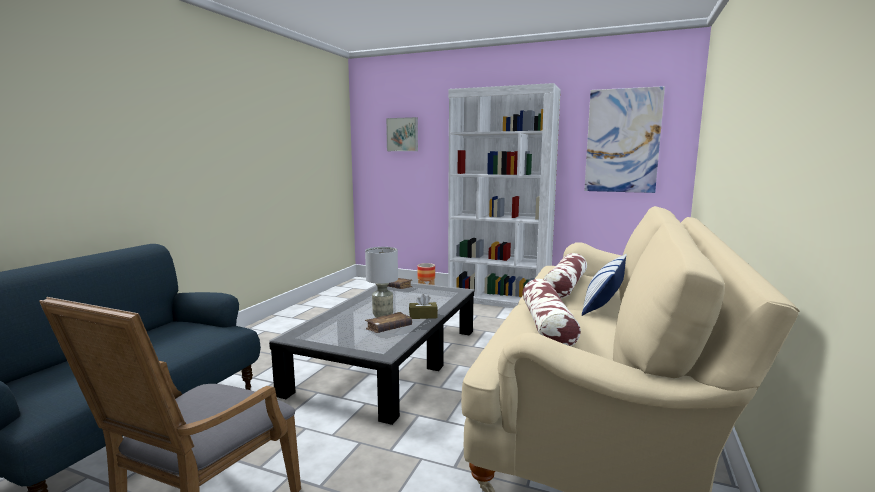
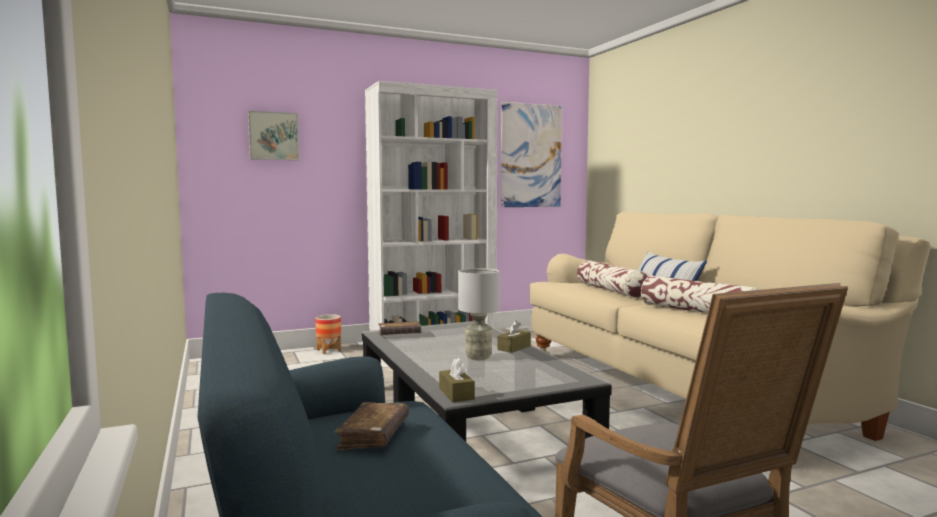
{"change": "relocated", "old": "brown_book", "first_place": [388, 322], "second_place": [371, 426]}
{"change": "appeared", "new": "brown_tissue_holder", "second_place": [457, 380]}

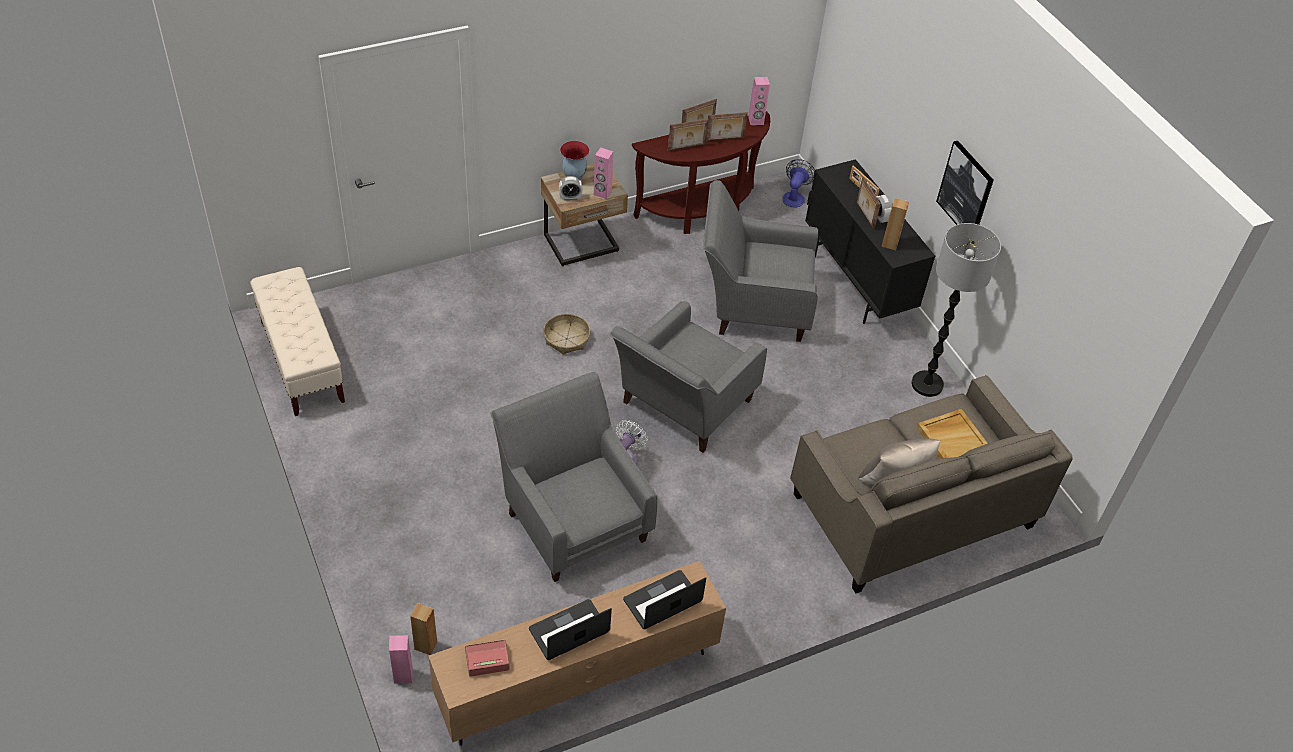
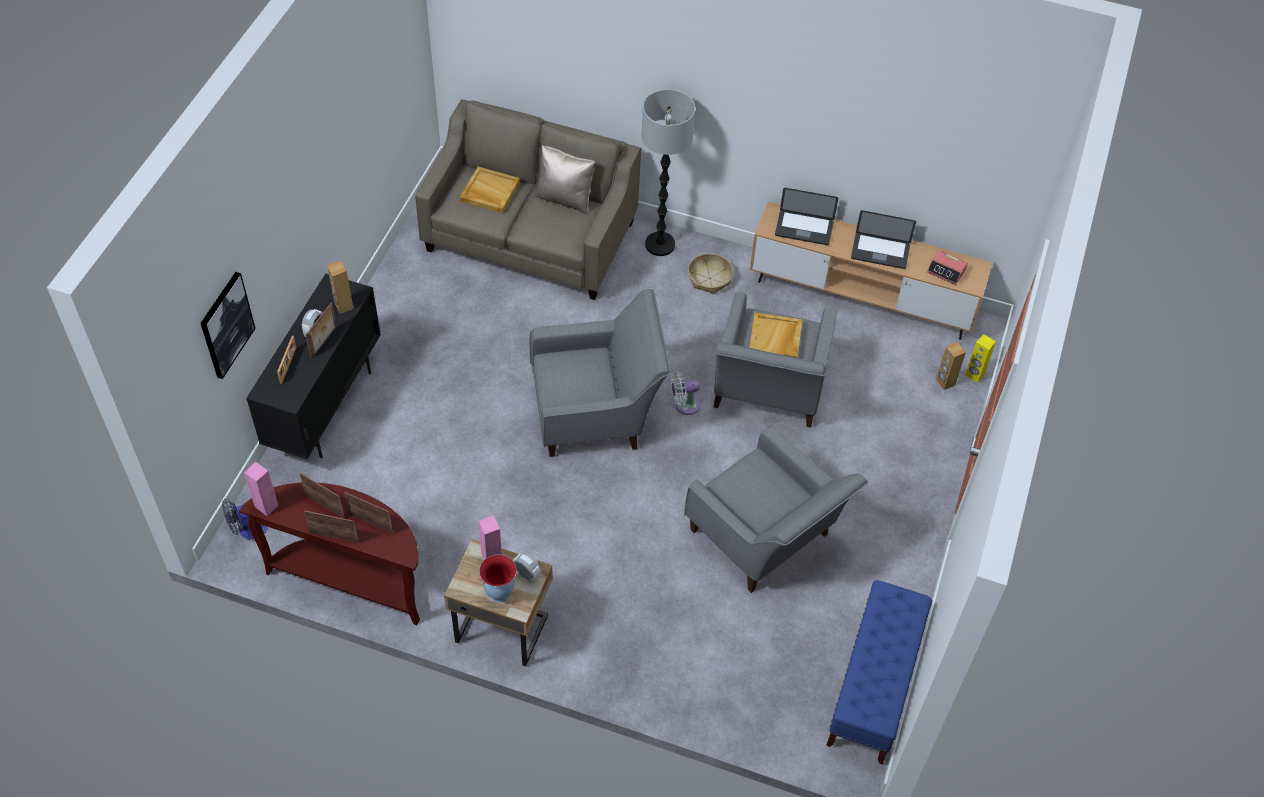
{"change": "colour", "old": "beige_indoor_bench", "new": "bluish_indoor_bench", "first_place": [297, 341], "second_place": [879, 672]}
{"change": "colour", "old": "pink-coloured_audio_speaker", "new": "yellowish_audio_speaker", "first_place": [401, 659], "second_place": [980, 358]}
{"change": "relocated", "old": "storage_basket", "first_place": [567, 334], "second_place": [710, 273]}
{"change": "relocated", "old": "grey_armchair", "first_place": [760, 261], "second_place": [776, 509]}
{"change": "relocated", "old": "standard_lamp", "first_place": [956, 310], "second_place": [668, 172]}
{"change": "relocated", "old": "wall_art", "first_place": [965, 183], "second_place": [228, 325]}
{"change": "appeared", "new": "beige_tray", "second_place": [775, 335]}

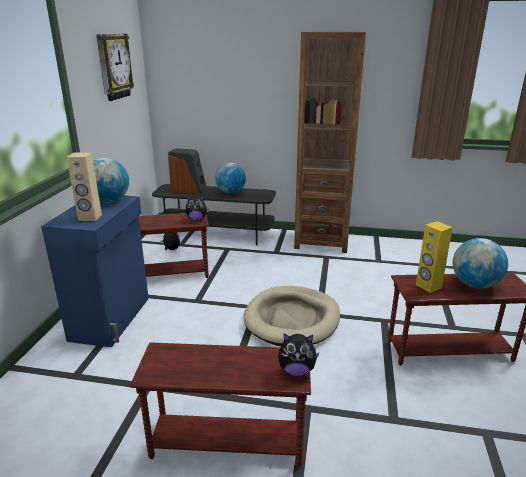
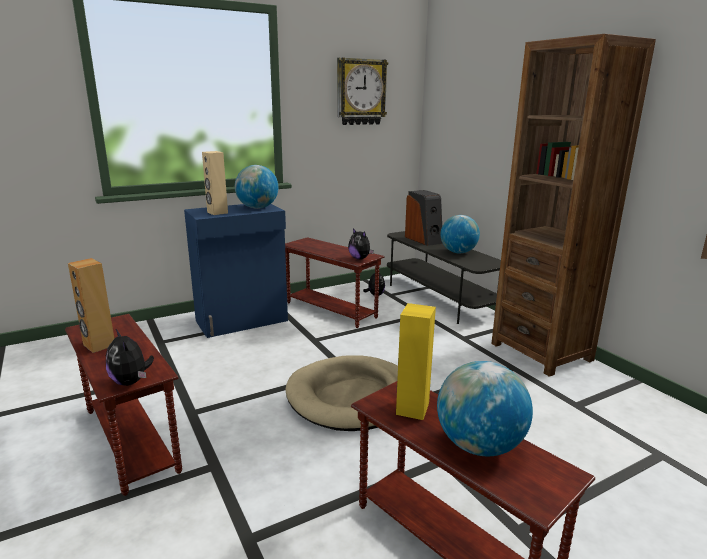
{"change": "appeared", "new": "brown_audio_speaker", "second_place": [91, 305]}

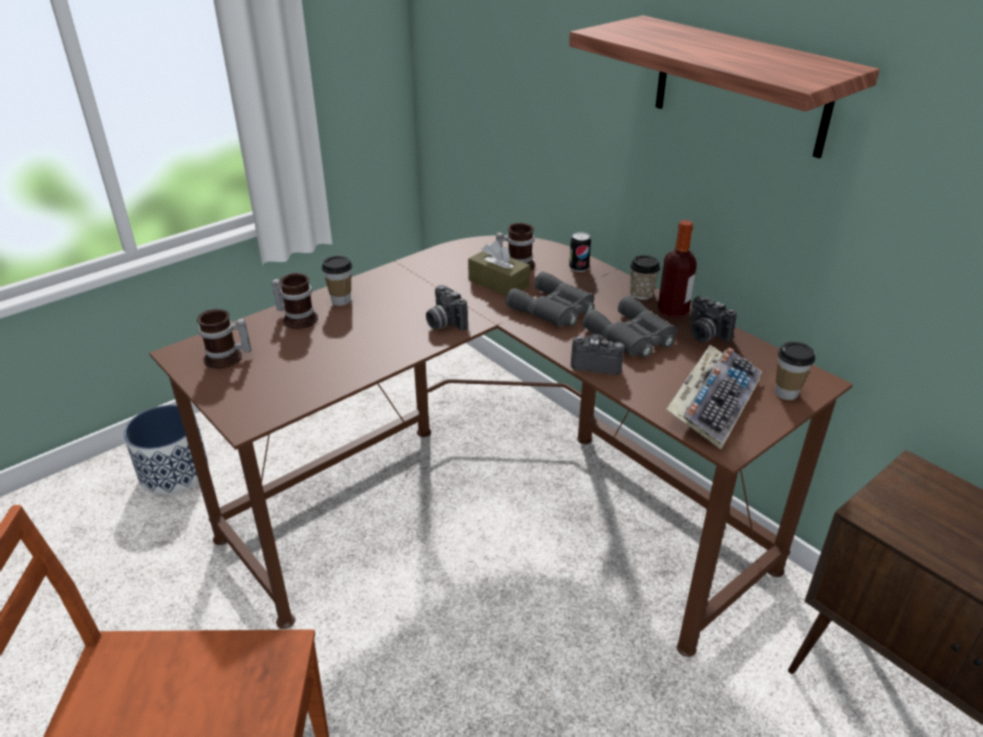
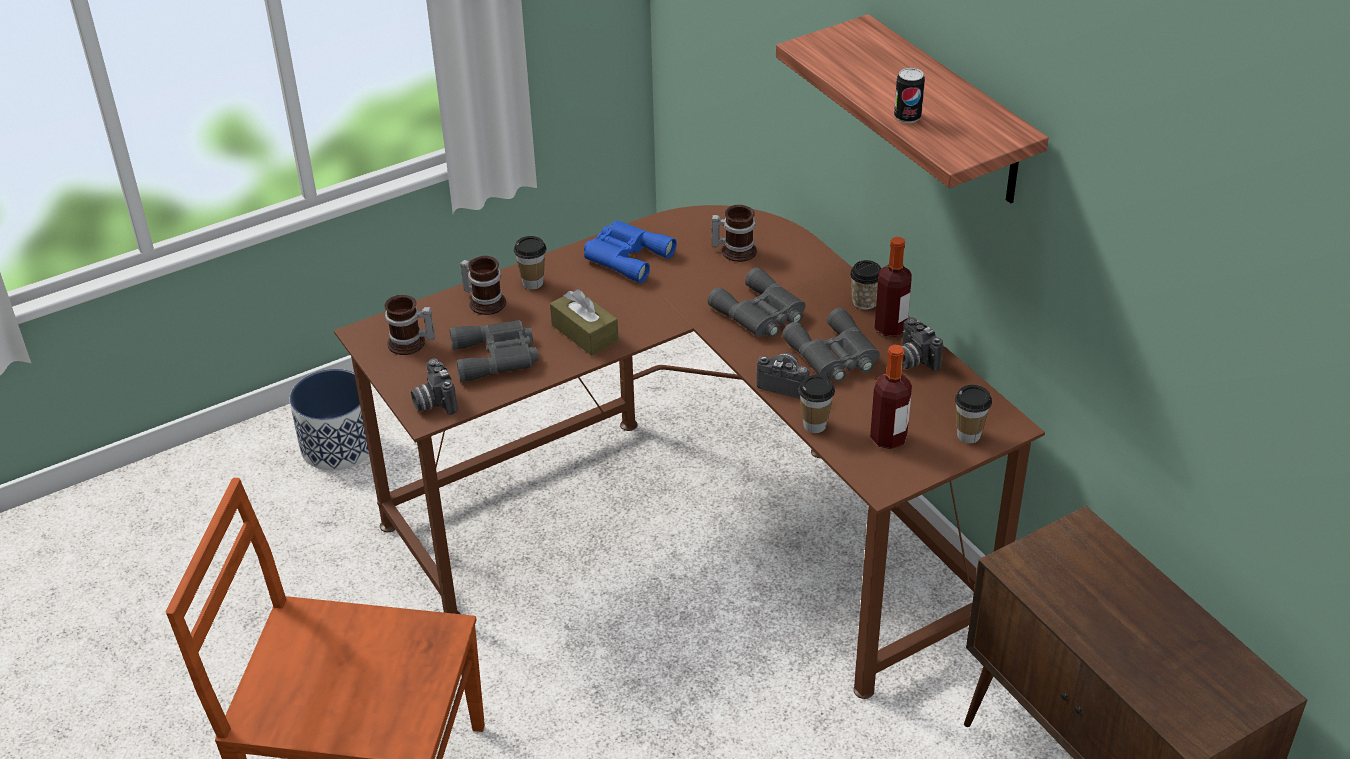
{"change": "relocated", "old": "still_camera", "first_place": [447, 308], "second_place": [434, 386]}
{"change": "relocated", "old": "brown_tissue_holder", "first_place": [499, 268], "second_place": [584, 322]}
{"change": "relocated", "old": "metal_can", "first_place": [580, 252], "second_place": [909, 95]}
{"change": "exchanged", "old": "PC_keyboard", "new": "drink_bottle", "first_place": [714, 397], "second_place": [891, 396]}
{"change": "appeared", "new": "grey_binoculars", "second_place": [494, 351]}
{"change": "appeared", "new": "bluish_binoculars", "second_place": [630, 252]}
{"change": "appeared", "new": "cup", "second_place": [816, 404]}

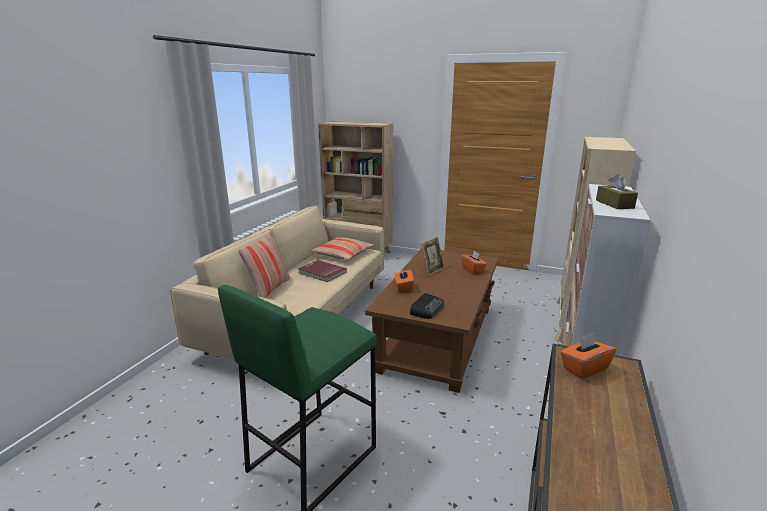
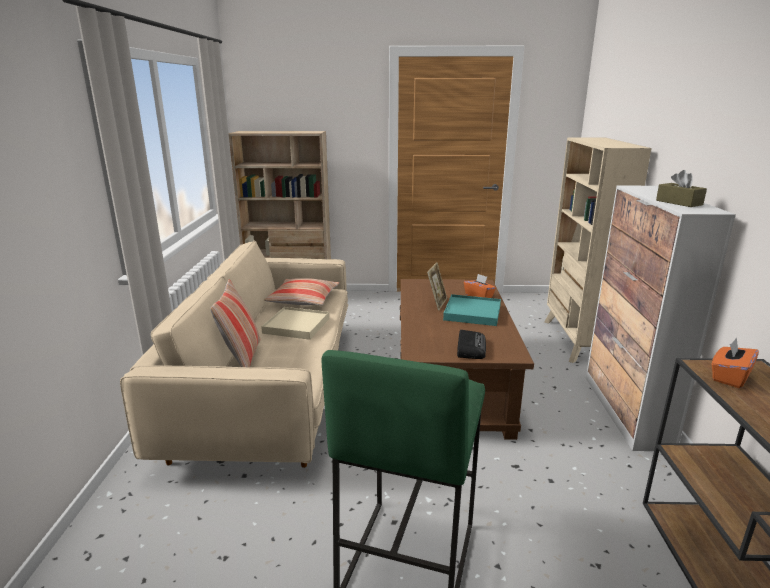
{"change": "exchanged", "old": "red_book", "new": "beige_tray", "first_place": [322, 271], "second_place": [295, 323]}
{"change": "missing", "old": "orange-coloured_tissue_holder", "first_place": [404, 279]}
{"change": "appeared", "new": "turquoise_tray", "second_place": [472, 310]}

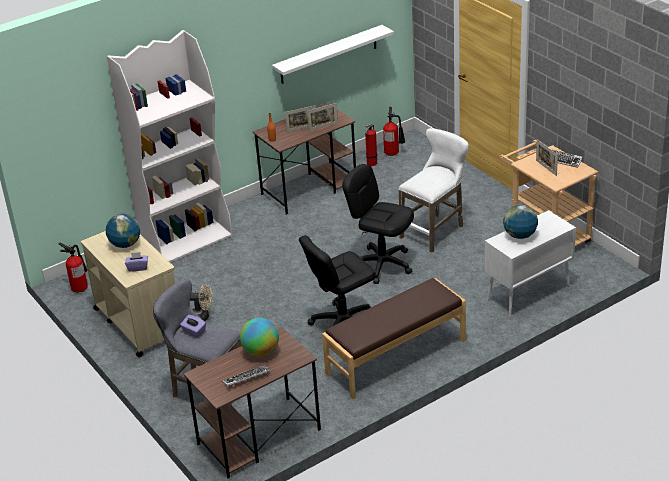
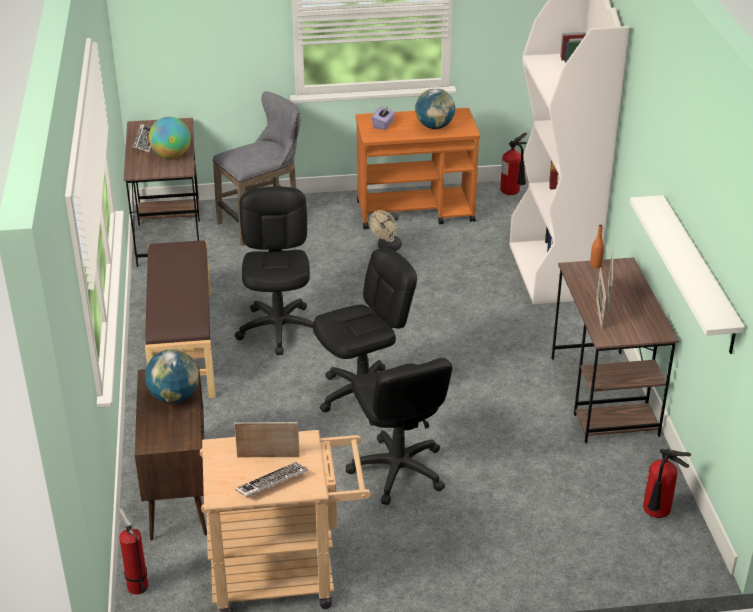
{"change": "colour", "old": "beige_wheeled_cart", "new": "orange-coloured_wheeled_cart", "first_place": [128, 294], "second_place": [418, 168]}
{"change": "missing", "old": "purple_tissue_holder", "first_place": [193, 326]}
{"change": "relocated", "old": "extinguisher", "first_place": [371, 145], "second_place": [133, 551]}
{"change": "exchanged", "old": "whitish_sitting_stool", "new": "black_desk_chair", "first_place": [433, 190], "second_place": [399, 431]}
{"change": "colour", "old": "whitish_cabinet", "new": "brown_cabinet", "first_place": [530, 263], "second_place": [171, 453]}

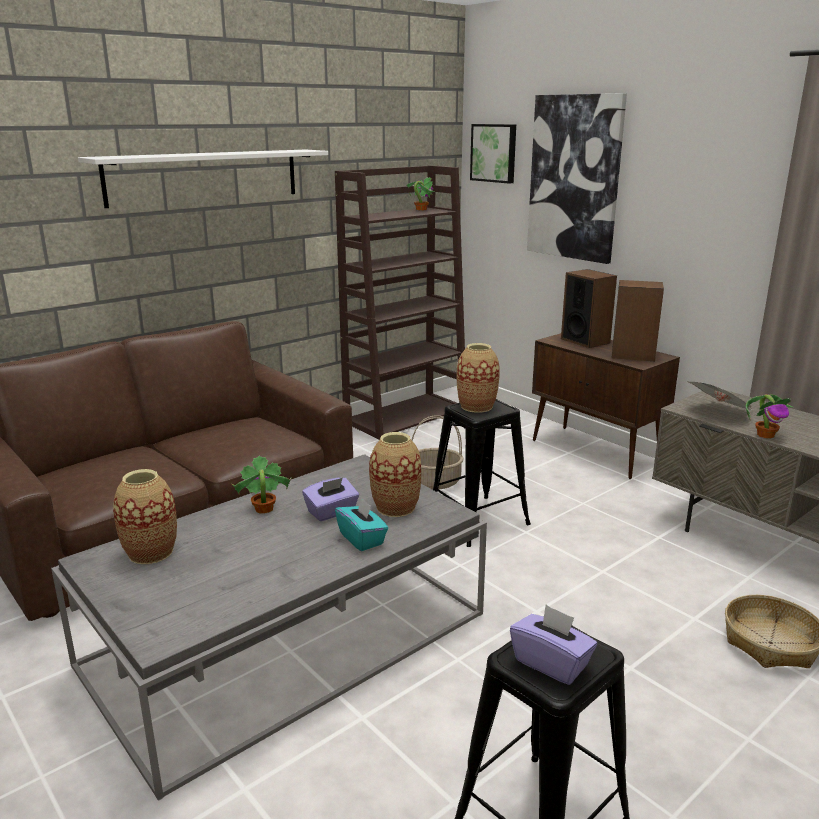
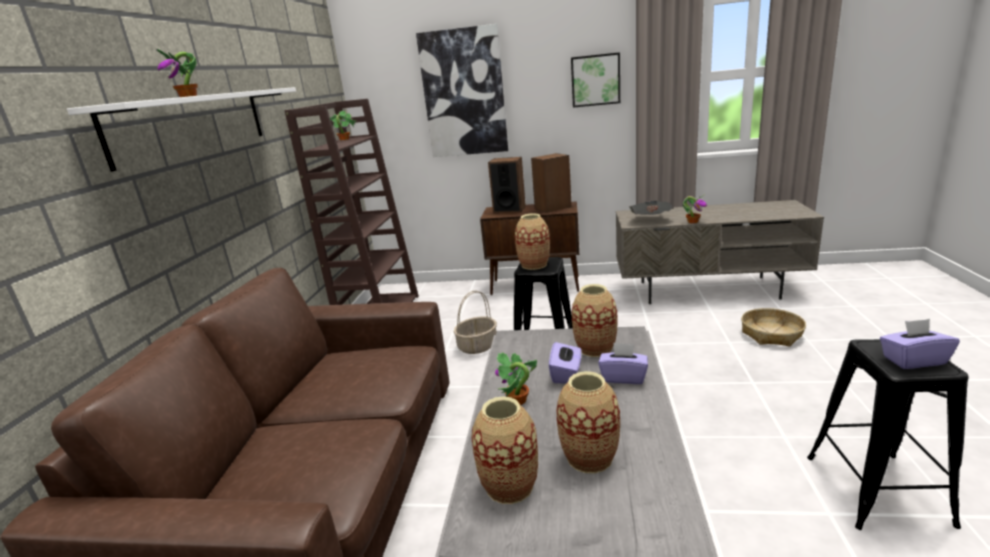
{"change": "colour", "old": "turquoise_tissue_holder", "new": "purple_tissue_holder", "first_place": [361, 524], "second_place": [623, 363]}
{"change": "relocated", "old": "wall_art", "first_place": [493, 154], "second_place": [595, 80]}
{"change": "appeared", "new": "potted_plant", "second_place": [176, 72]}
{"change": "appeared", "new": "flower_vase", "second_place": [588, 422]}

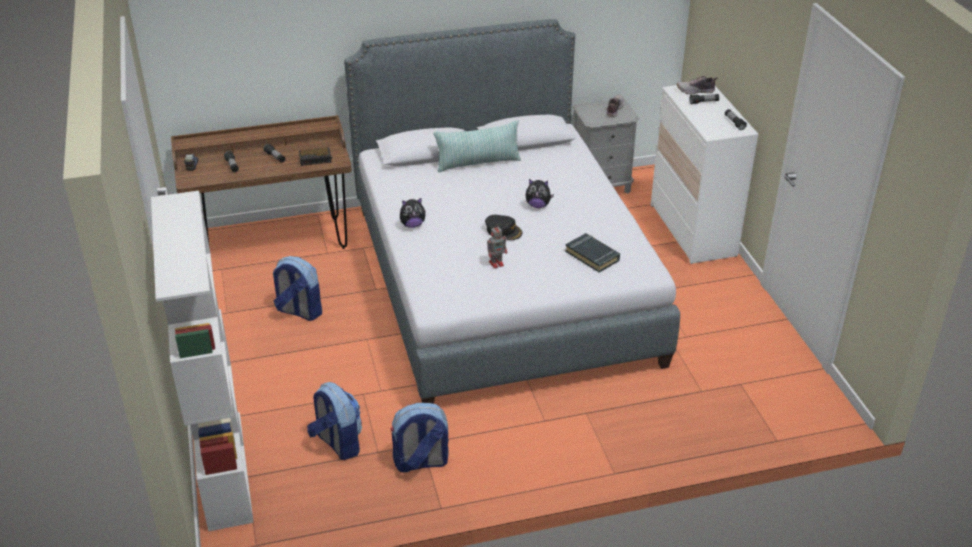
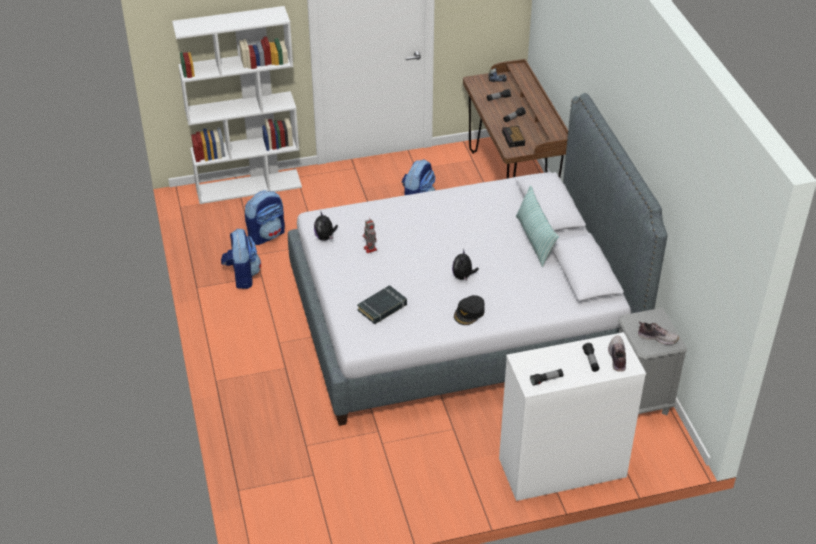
{"change": "relocated", "old": "plush_toy", "first_place": [413, 213], "second_place": [326, 225]}
{"change": "relocated", "old": "black_peaked_cap", "first_place": [503, 227], "second_place": [469, 310]}

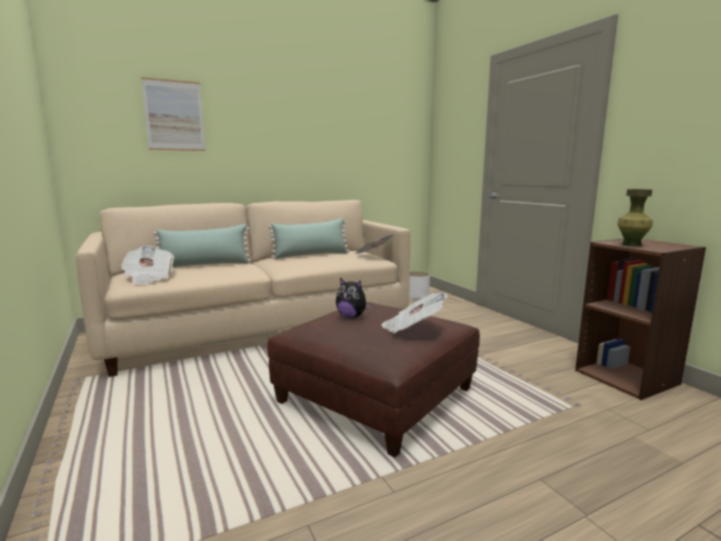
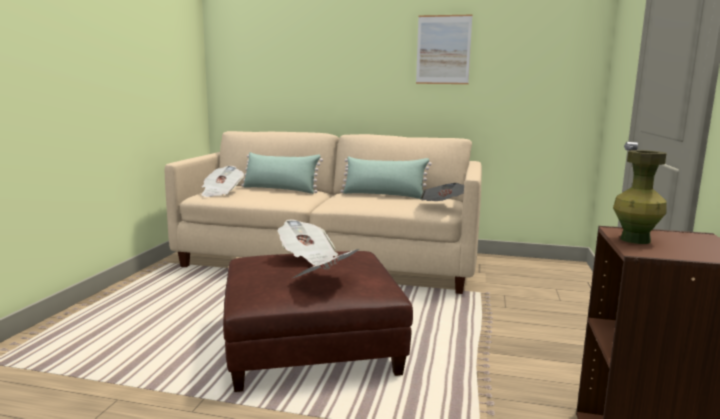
{"change": "relocated", "old": "wall_art", "first_place": [173, 114], "second_place": [444, 49]}
{"change": "exchanged", "old": "plush_toy", "new": "printed_paper", "first_place": [354, 298], "second_place": [308, 242]}
{"change": "missing", "old": "whitish_plant_pot", "first_place": [419, 285]}

